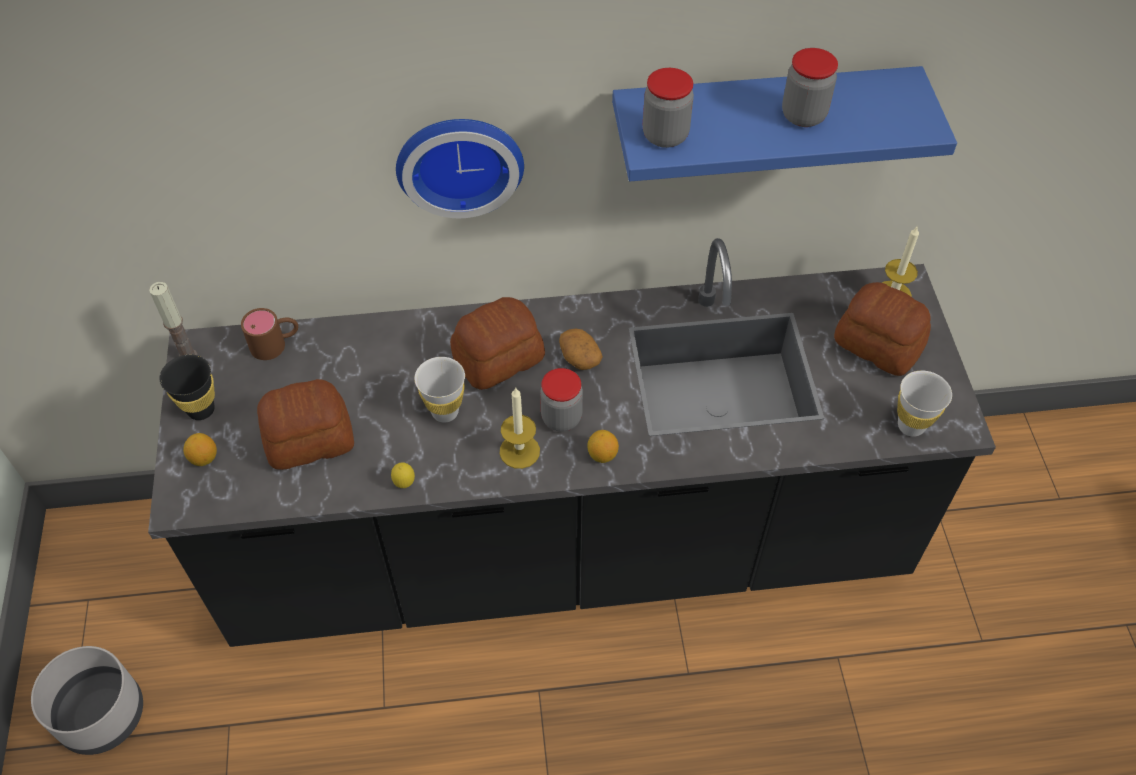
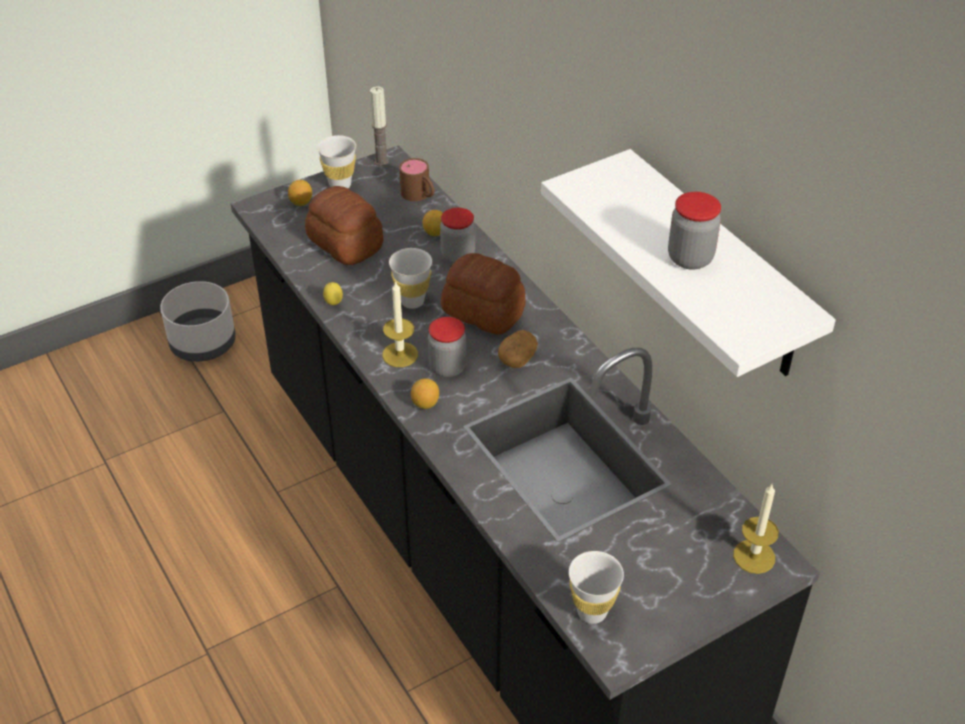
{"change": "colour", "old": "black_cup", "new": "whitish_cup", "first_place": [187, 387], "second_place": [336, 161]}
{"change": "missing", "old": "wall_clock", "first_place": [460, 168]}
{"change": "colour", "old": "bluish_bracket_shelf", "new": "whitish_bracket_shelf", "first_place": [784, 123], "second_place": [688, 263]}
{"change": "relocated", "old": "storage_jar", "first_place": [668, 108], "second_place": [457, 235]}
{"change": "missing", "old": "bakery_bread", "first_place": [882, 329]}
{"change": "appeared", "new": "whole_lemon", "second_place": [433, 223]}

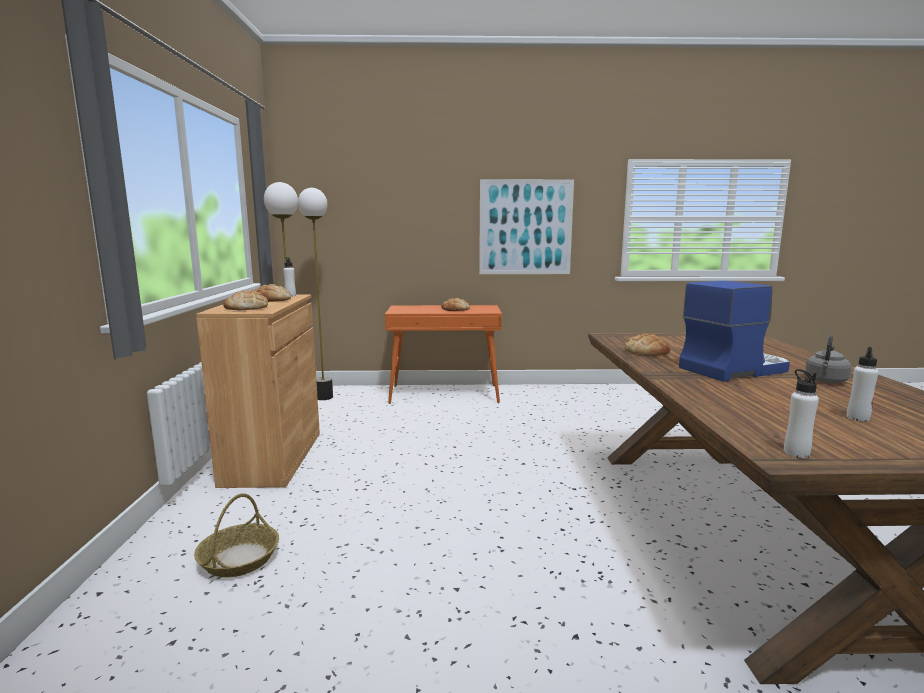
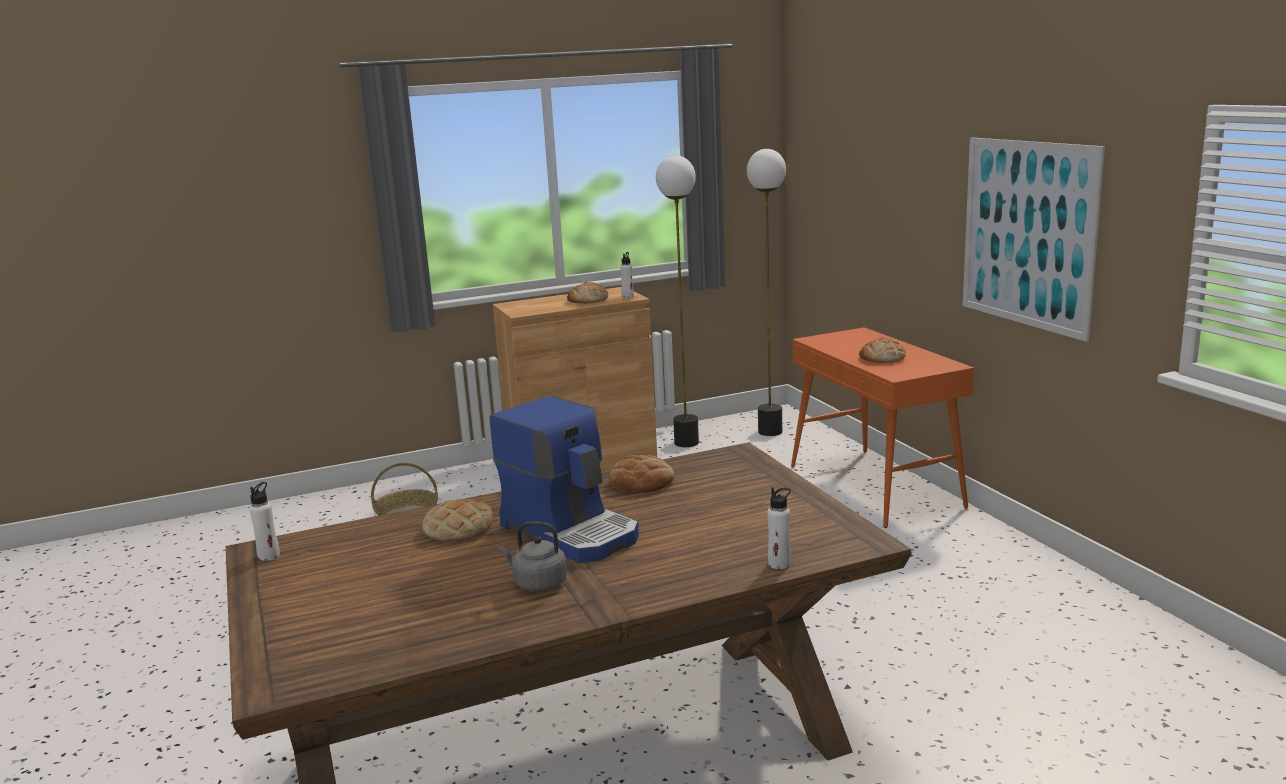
{"change": "relocated", "old": "bakery_bread", "first_place": [245, 300], "second_place": [457, 520]}
{"change": "relocated", "old": "whitish_drink_bottle", "first_place": [863, 384], "second_place": [779, 528]}

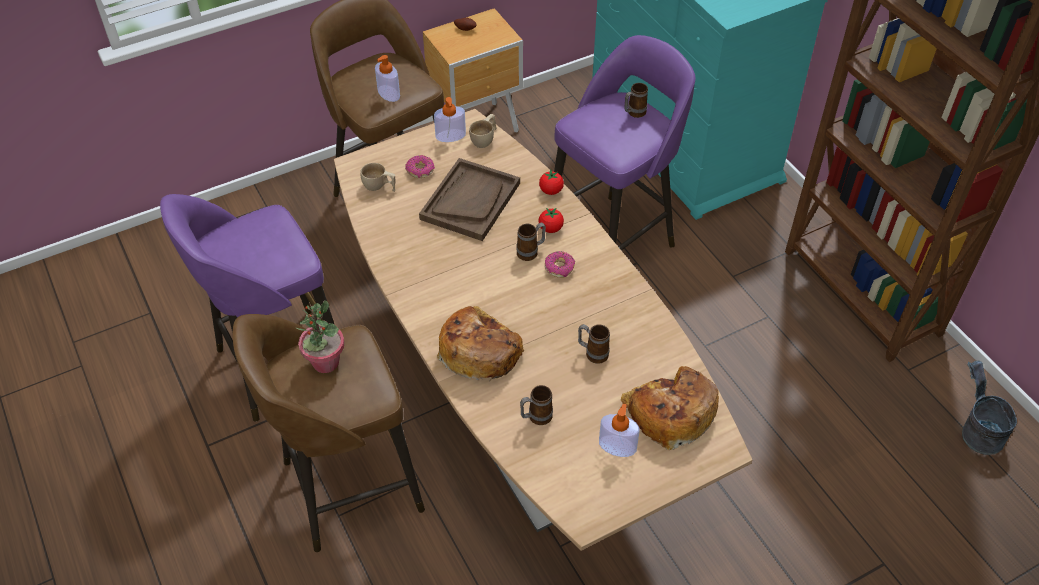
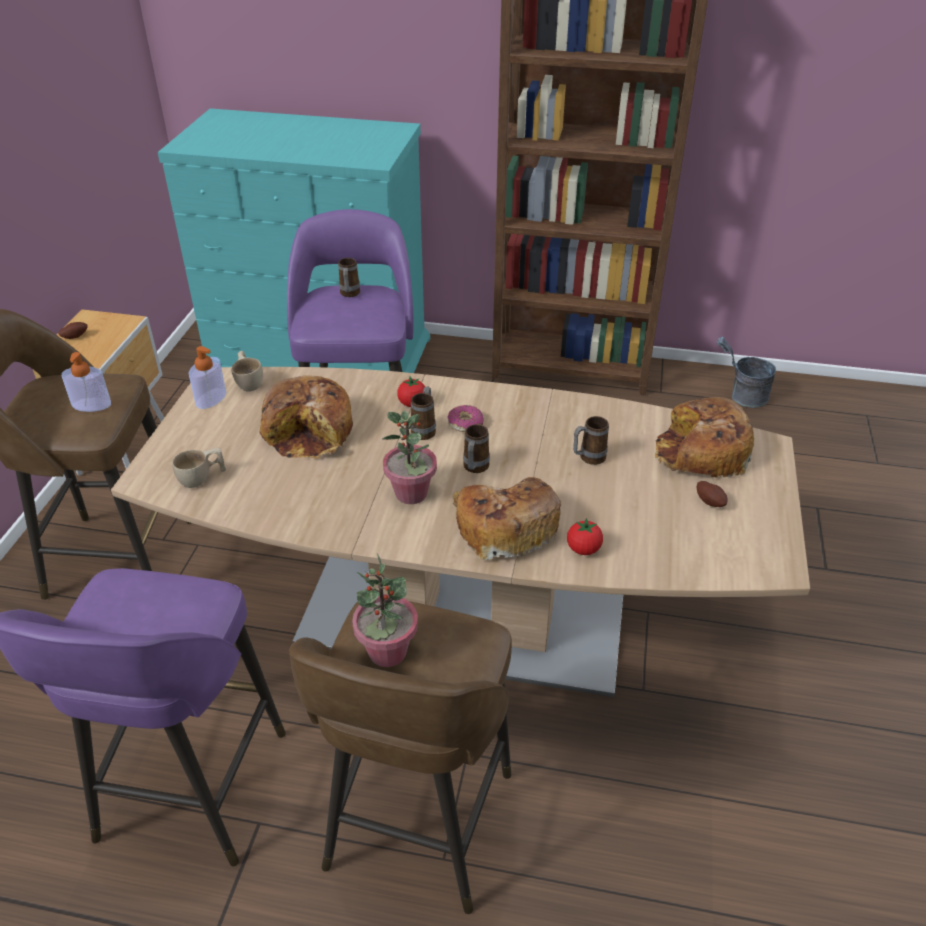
{"change": "missing", "old": "doughnut", "first_place": [420, 166]}
{"change": "exchanged", "old": "brown_tray", "new": "bakery_bread", "first_place": [469, 199], "second_place": [306, 417]}
{"change": "relocated", "old": "mug", "first_place": [536, 405], "second_place": [476, 448]}
{"change": "relocated", "old": "fresh_tomato", "first_place": [551, 182], "second_place": [585, 536]}
{"change": "exchanged", "old": "soap_dispenser", "new": "spud", "first_place": [619, 430], "second_place": [712, 494]}
{"change": "appeared", "new": "potted_plant", "second_place": [409, 457]}

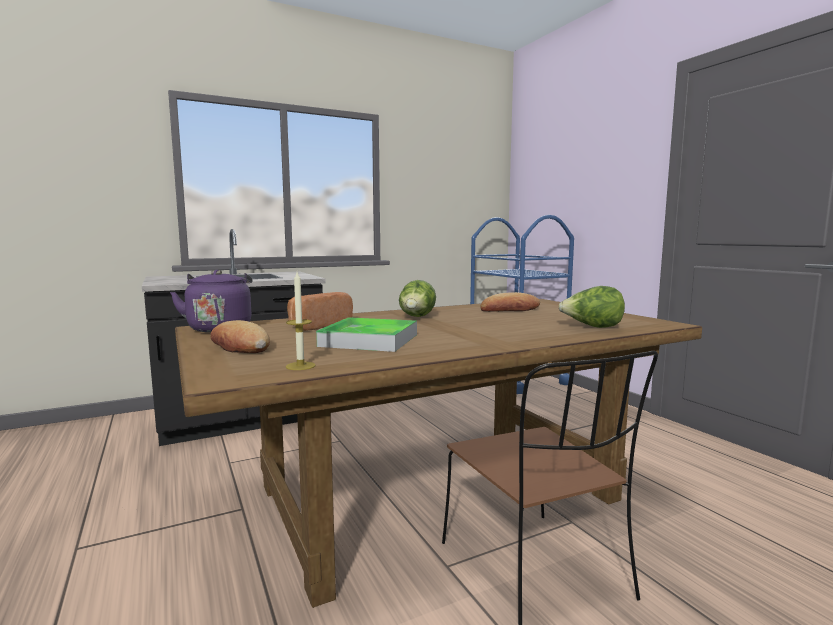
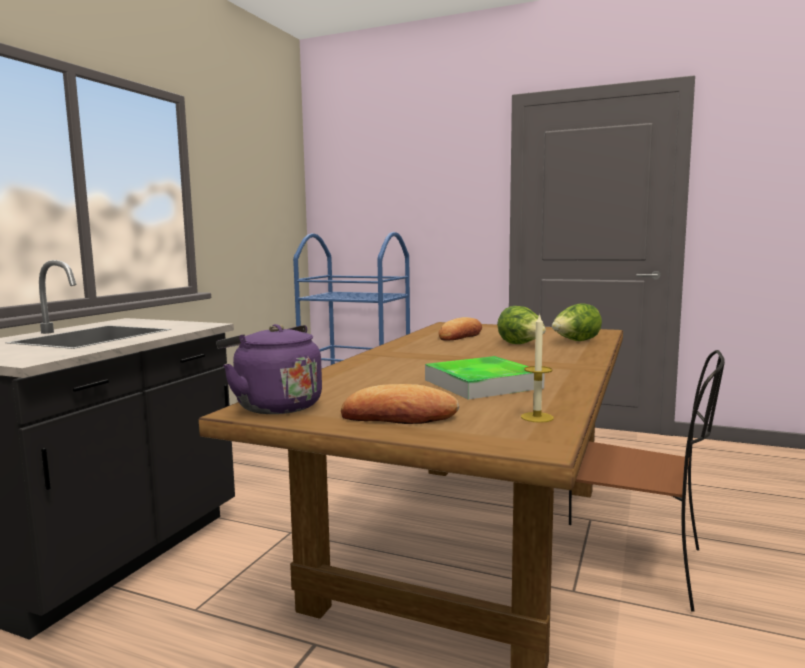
{"change": "missing", "old": "bakery_bread", "first_place": [320, 311]}
{"change": "relocated", "old": "head_of_lettuce", "first_place": [417, 298], "second_place": [521, 325]}

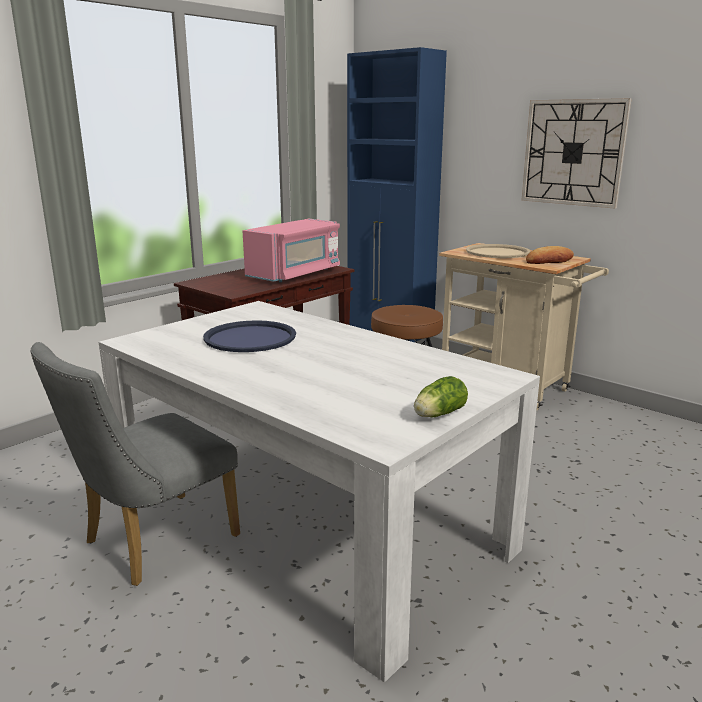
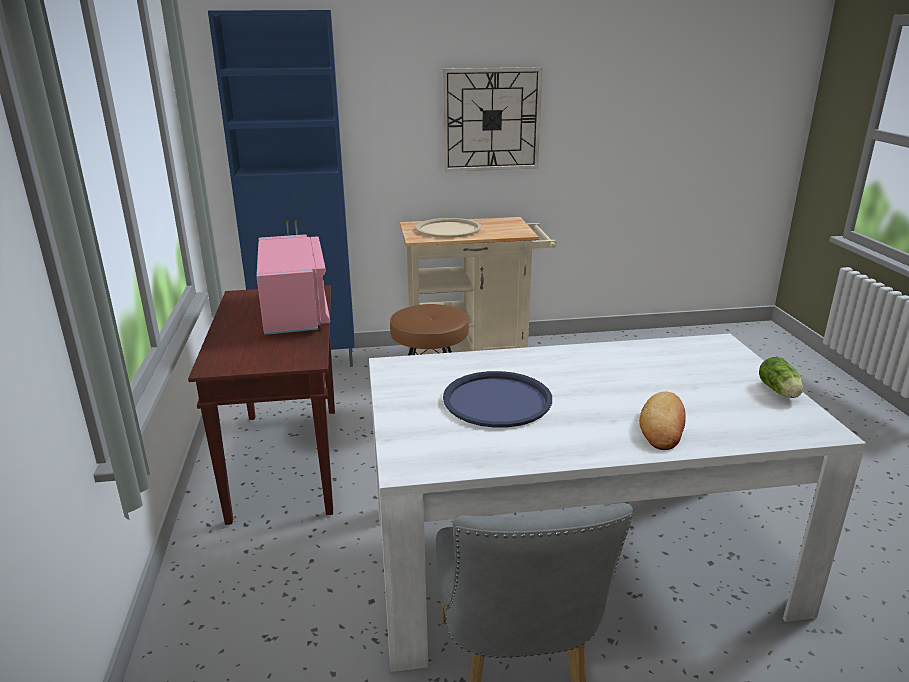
{"change": "relocated", "old": "bakery_bread", "first_place": [550, 255], "second_place": [662, 420]}

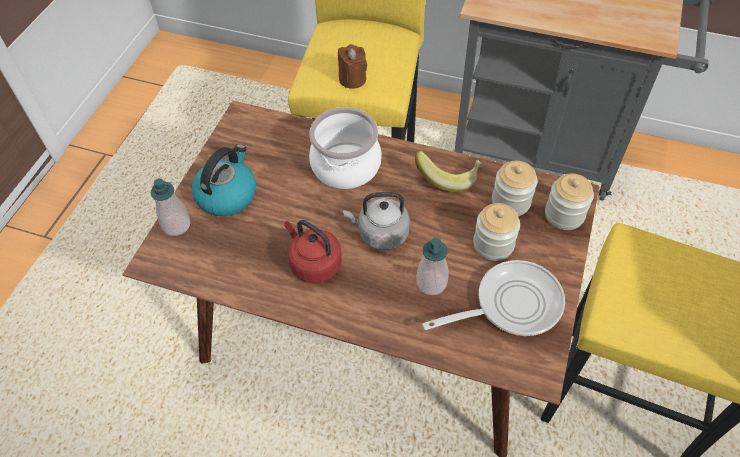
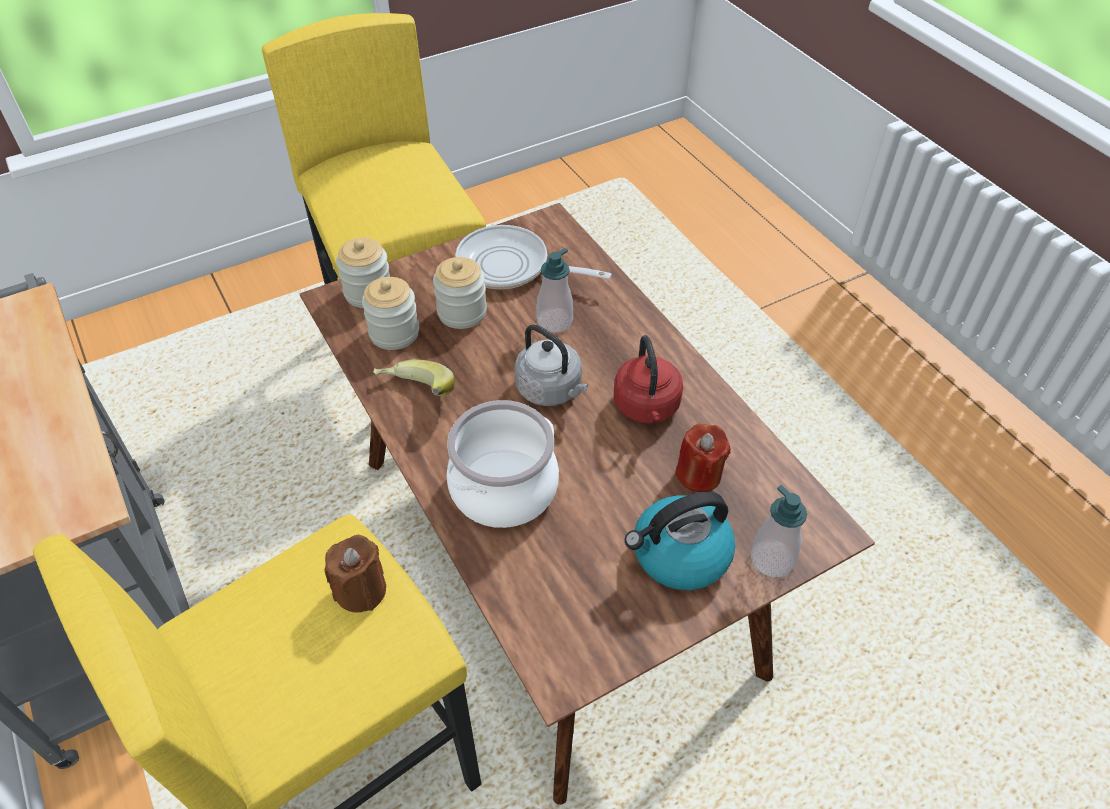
{"change": "appeared", "new": "red_wax_candle", "second_place": [703, 458]}

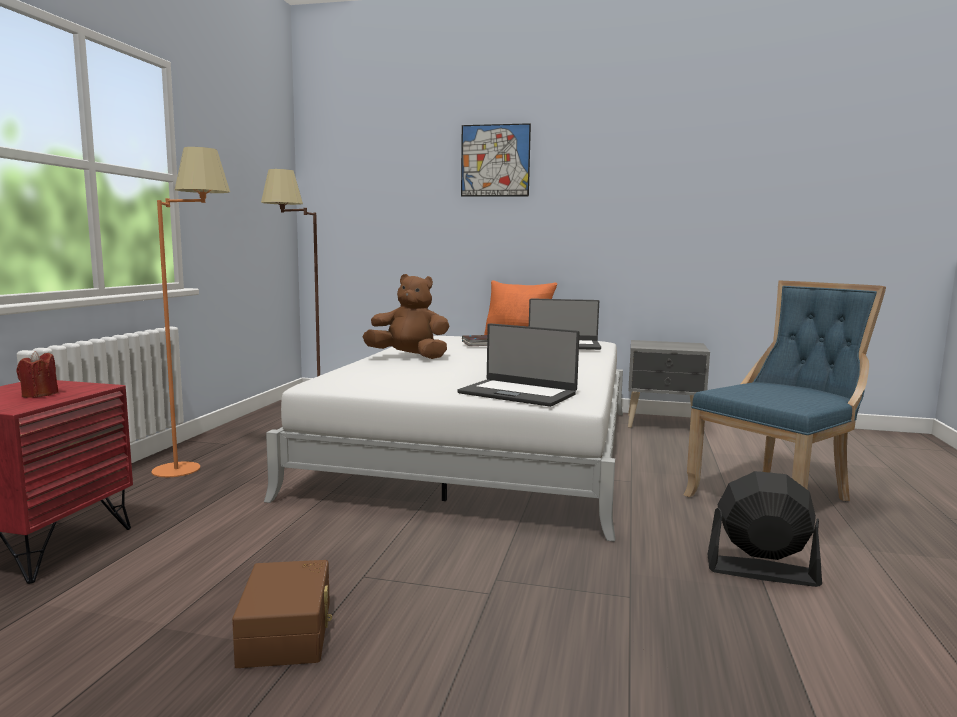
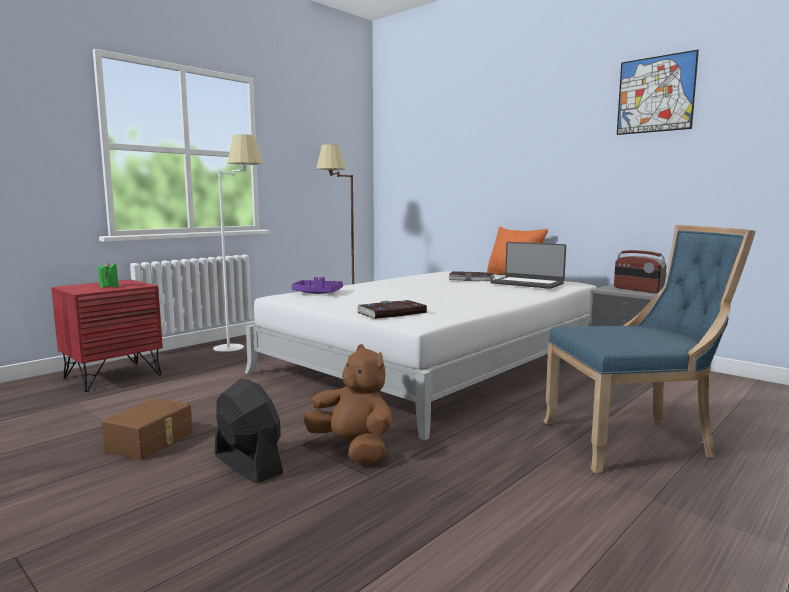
{"change": "colour", "old": "red_wax_candle", "new": "greenish_wax_candle", "first_place": [38, 374], "second_place": [108, 274]}
{"change": "colour", "old": "orange-coloured_standard_lamp", "new": "whitish_standard_lamp", "first_place": [191, 312], "second_place": [238, 243]}
{"change": "relocated", "old": "brown_plush_toy", "first_place": [405, 316], "second_place": [347, 403]}
{"change": "exchanged", "old": "notebook_computer", "new": "book", "first_place": [518, 365], "second_place": [392, 309]}
{"change": "relocated", "old": "wall_art", "first_place": [496, 159], "second_place": [658, 92]}
{"change": "relocated", "old": "black_cooling_fan", "first_place": [765, 529], "second_place": [249, 431]}
{"change": "appeared", "new": "purple_tray", "second_place": [317, 285]}
{"change": "appeared", "new": "radio", "second_place": [640, 271]}

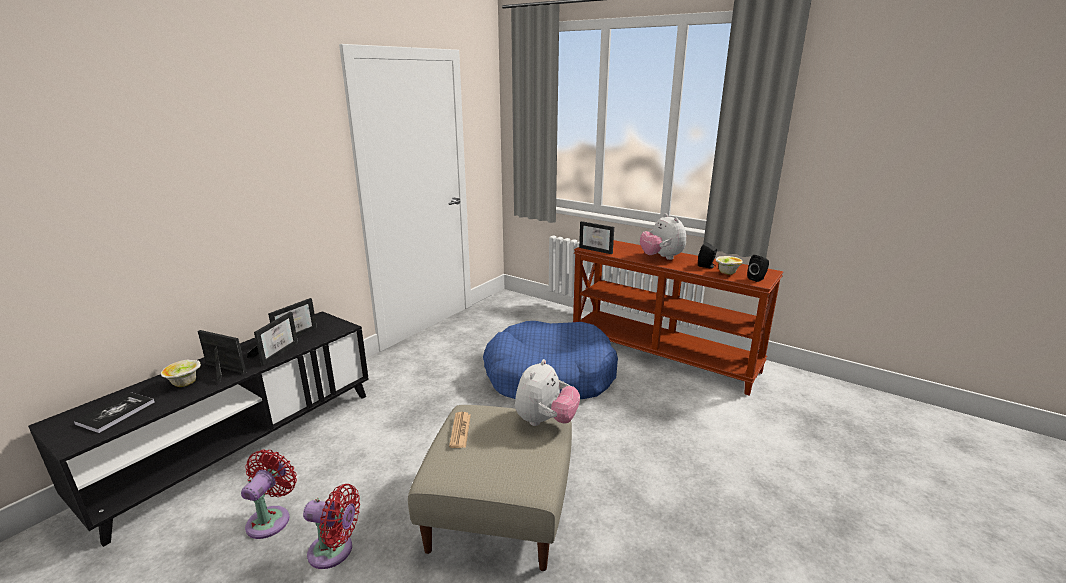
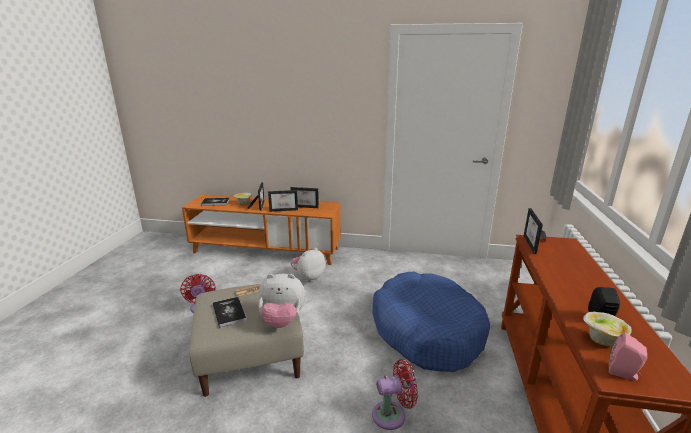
{"change": "colour", "old": "black_tv_unit", "new": "orange-coloured_tv_unit", "first_place": [198, 429], "second_place": [261, 229]}
{"change": "relocated", "old": "red_cooling_fan", "first_place": [269, 494], "second_place": [395, 394]}
{"change": "relocated", "old": "plush_toy", "first_place": [663, 237], "second_place": [308, 265]}
{"change": "colour", "old": "black_audio_speaker", "new": "pink-coloured_audio_speaker", "first_place": [758, 268], "second_place": [628, 356]}
{"change": "appeared", "new": "book", "second_place": [229, 312]}

